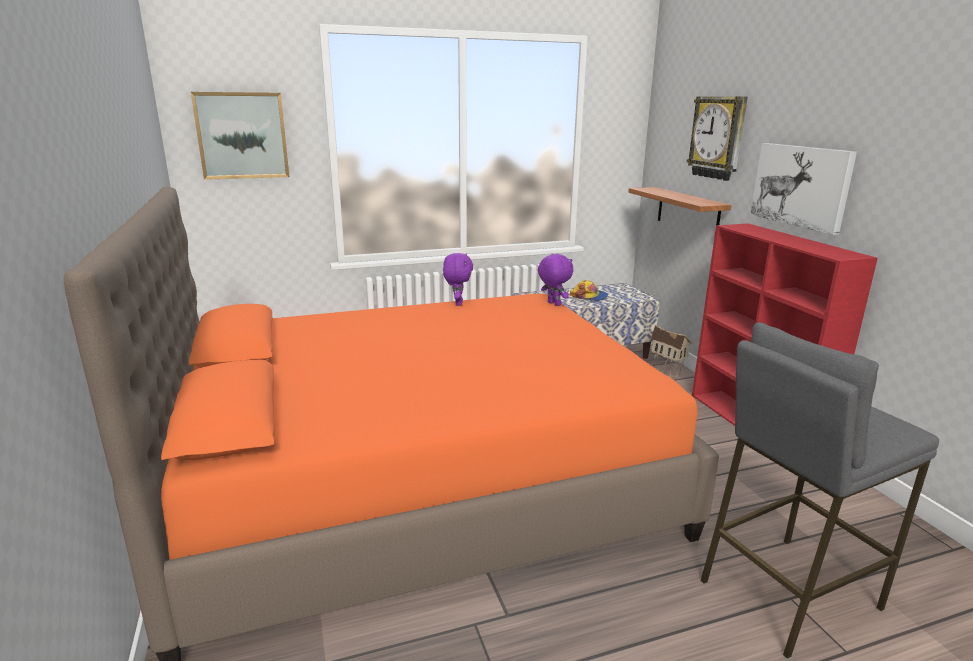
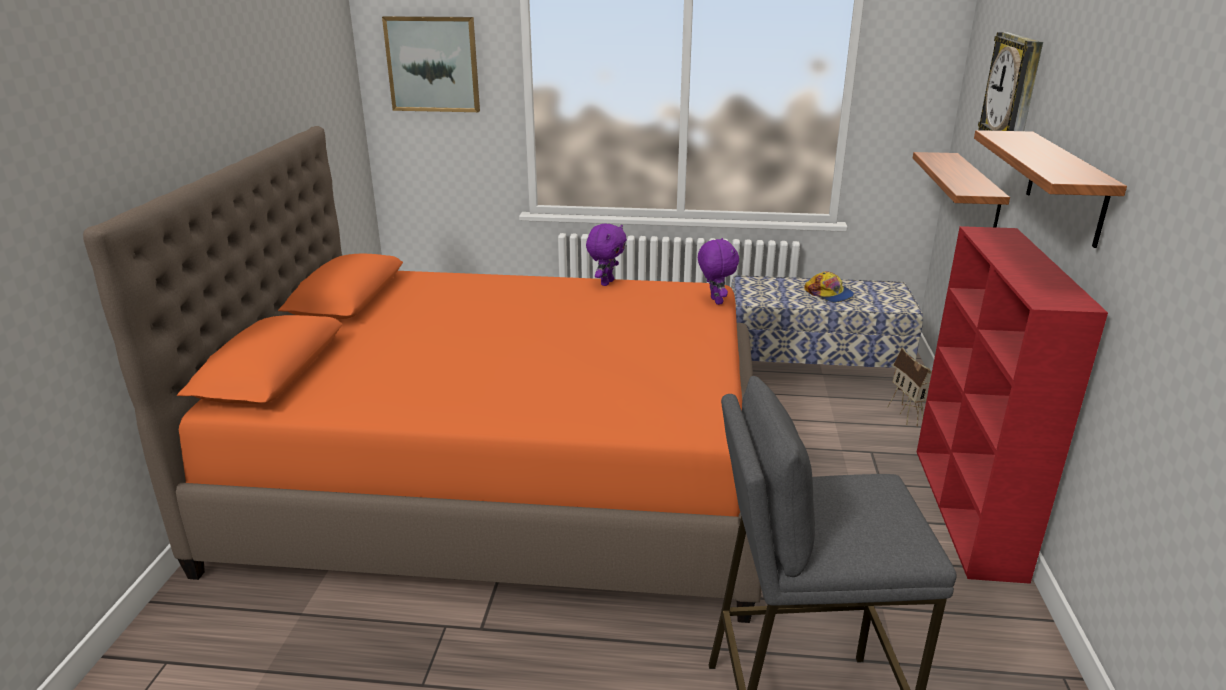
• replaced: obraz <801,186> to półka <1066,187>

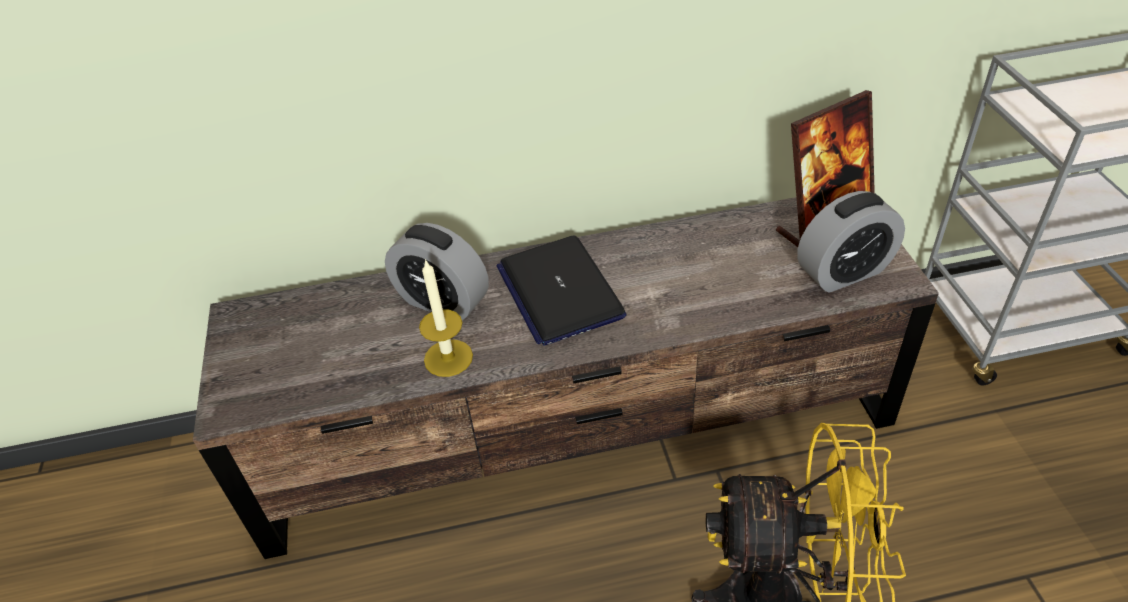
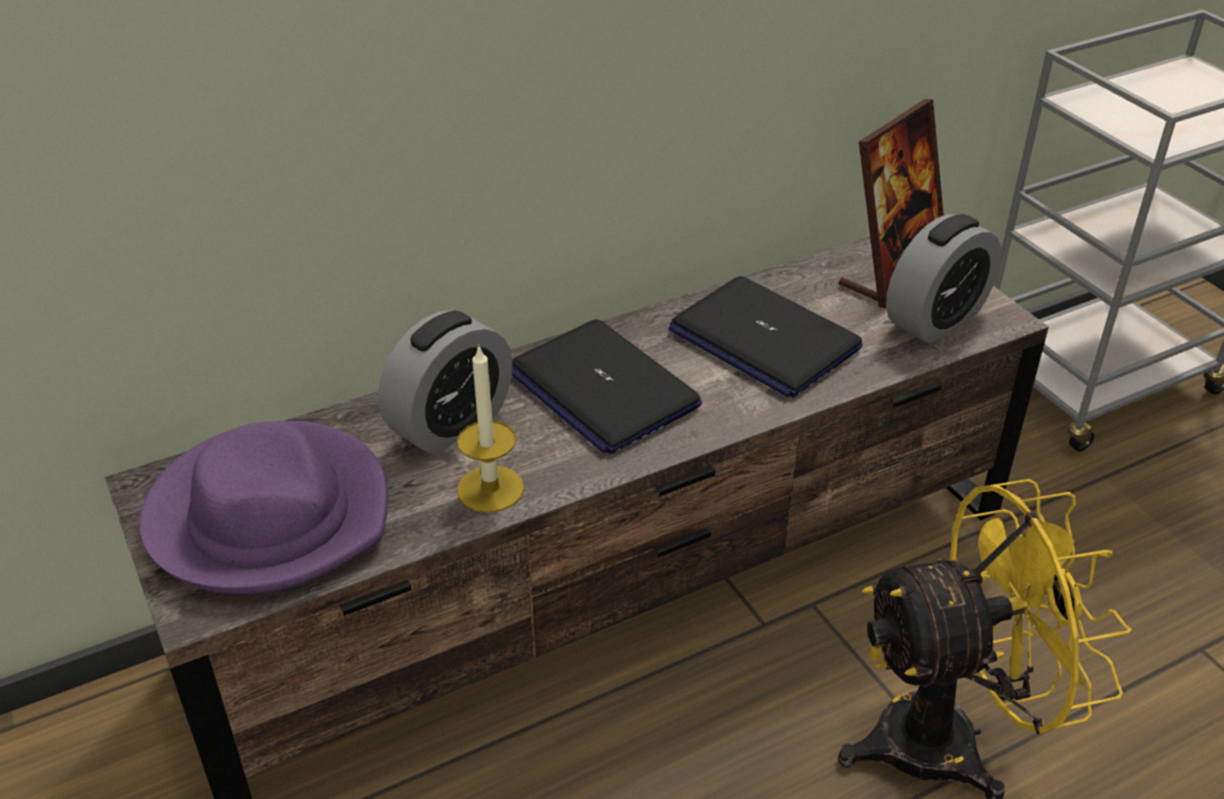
• added: kapelusz [fioletowy] <270,515>
• added: laptop <763,339>
• turned: budzik <443,301> = <451,423> 60 degrees counterclockwise

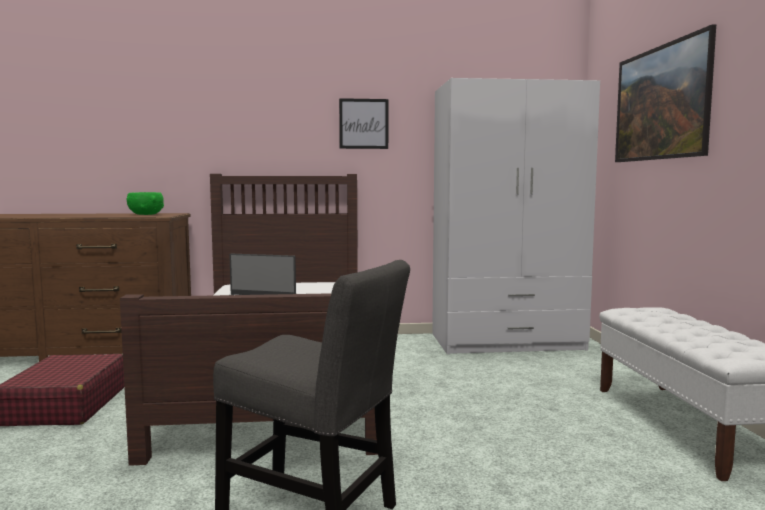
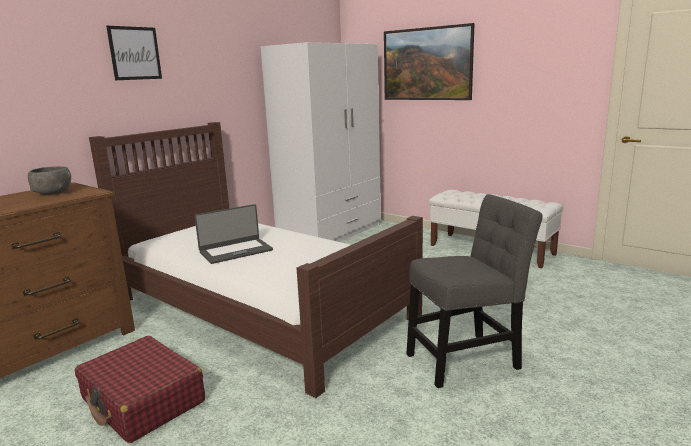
• moved: obraz <363,124> to <135,53>
• recoloured: miska [zielony] <146,214> to miska [szary] <53,193>

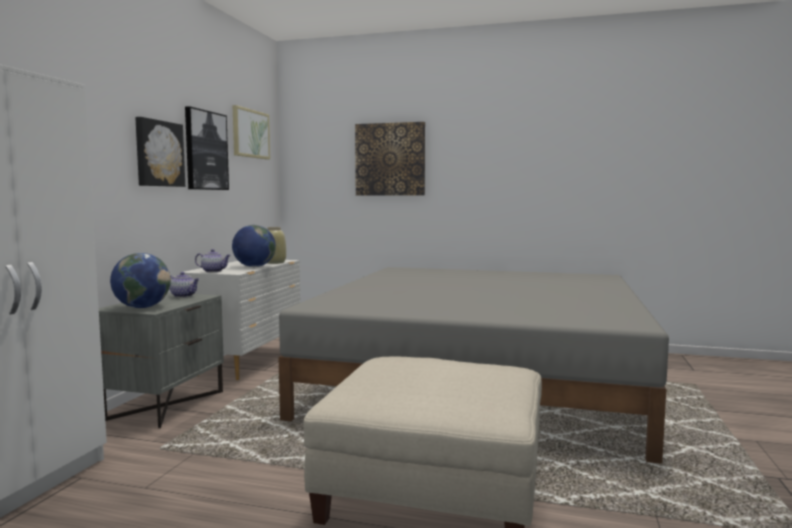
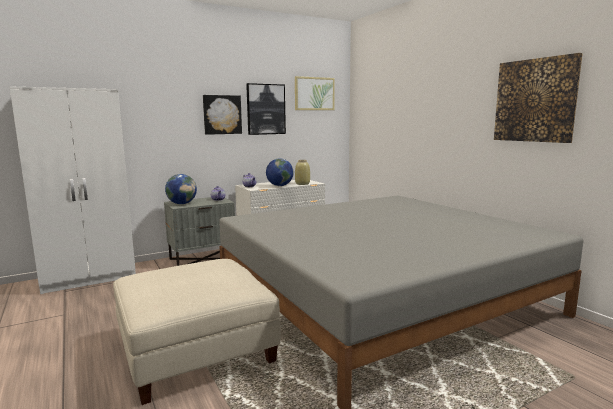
• moved: obraz <390,159> to <535,100>

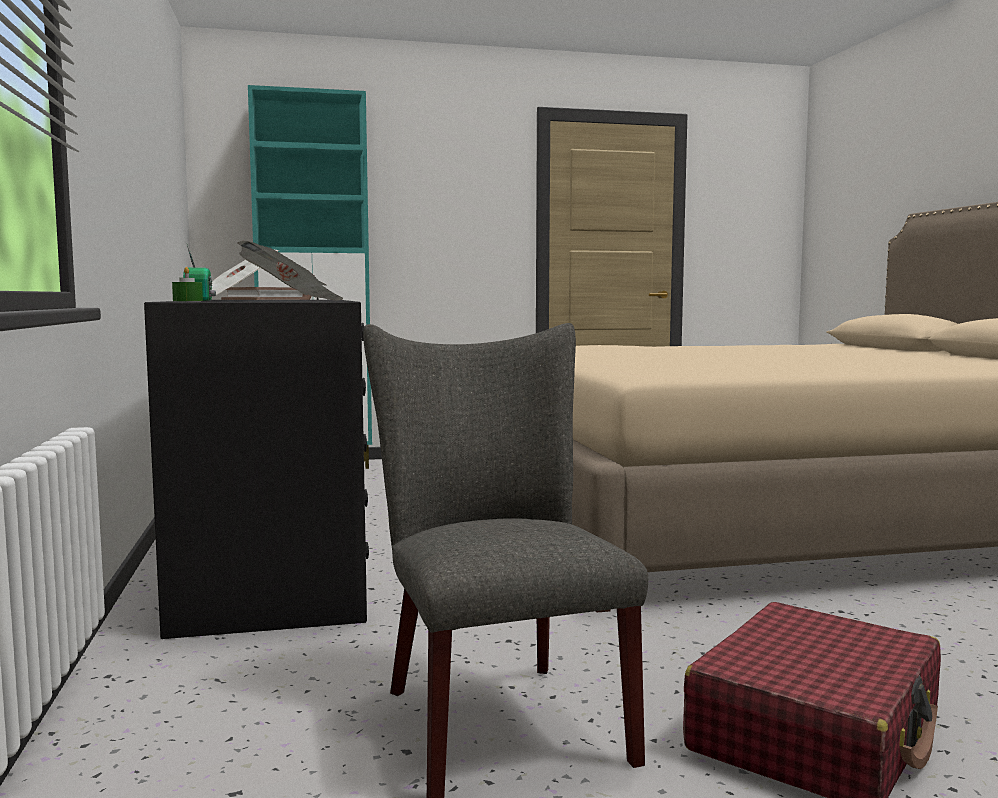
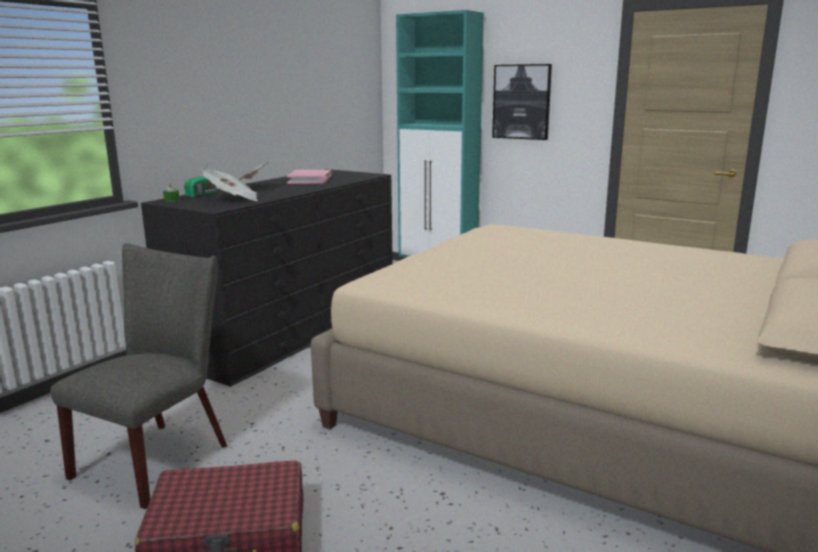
• added: obraz <522,102>
• recoloured: książka [brązowy] <267,299> to książka [różowy] <310,180>

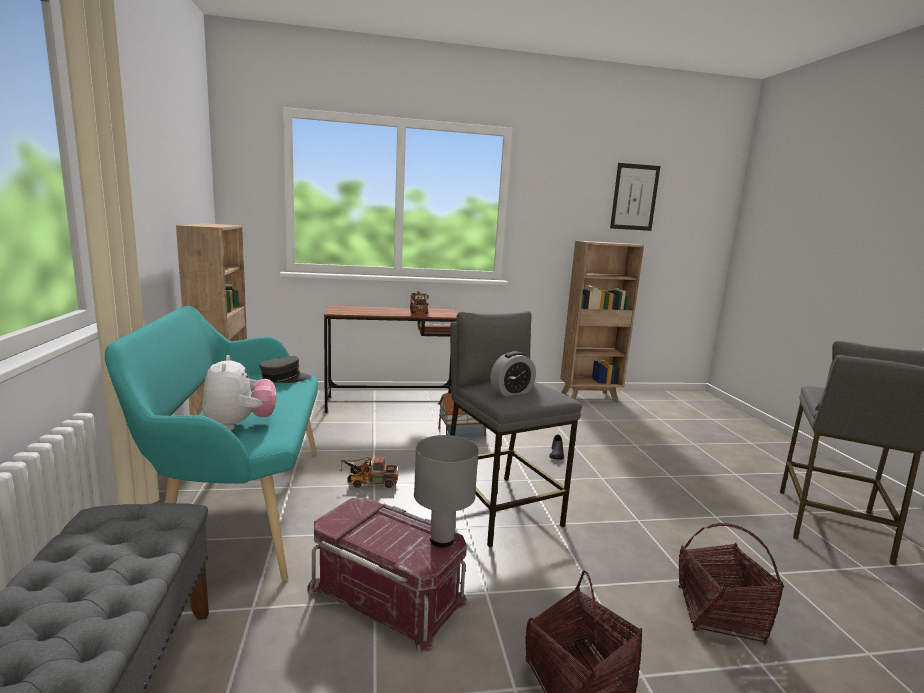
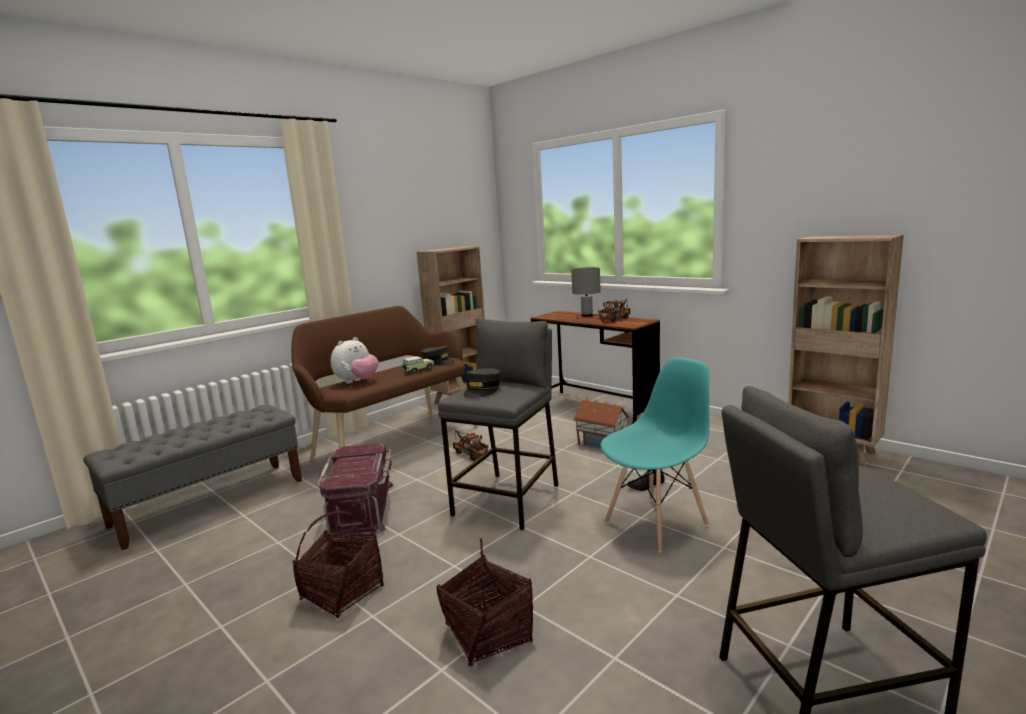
• removed: obraz <634,197>
• added: samochodzik <417,370>
• added: krzesło [turkusowy] <656,523>
• moved: lampa stołowa [szary] <441,539> to <587,315>
• replaced: budzik <511,392> to czapka z daszkiem [szary] <482,390>
• recoloured: ławka [turkusowy] <240,506> to ławka [brązowy] <391,442>

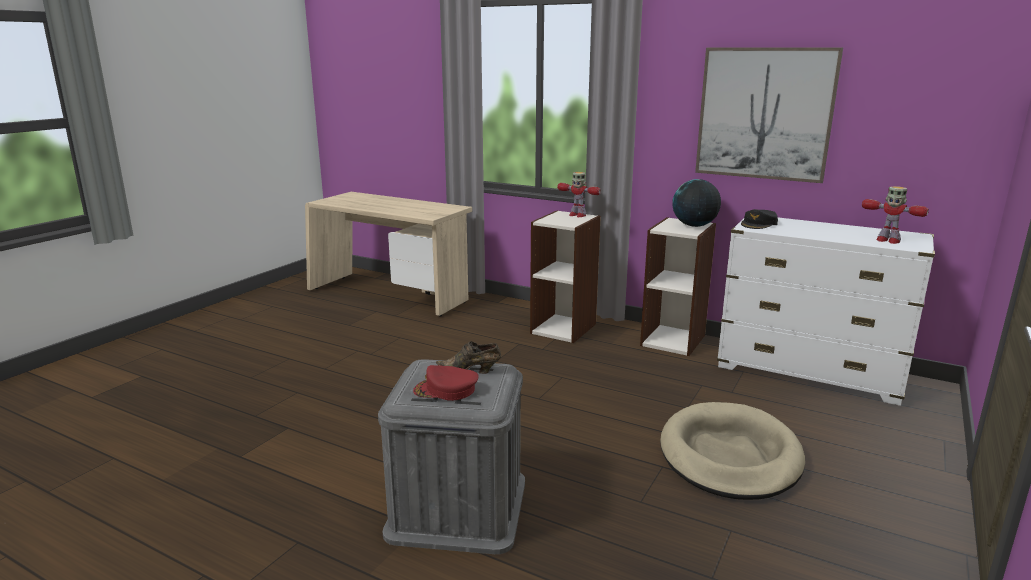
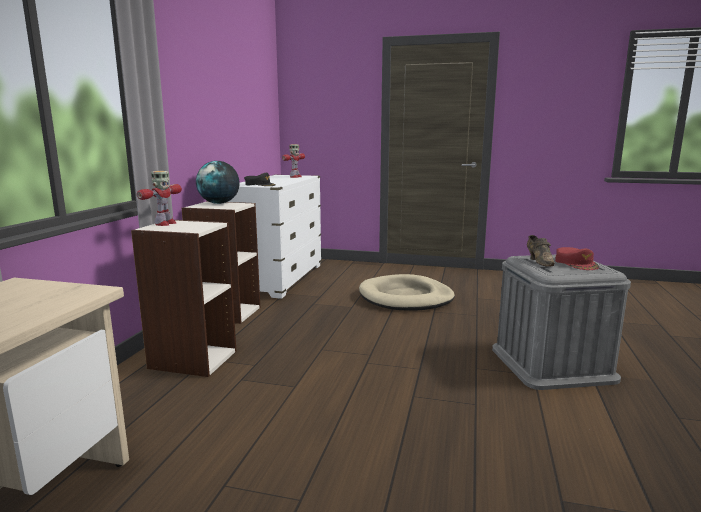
• removed: obraz <764,114>

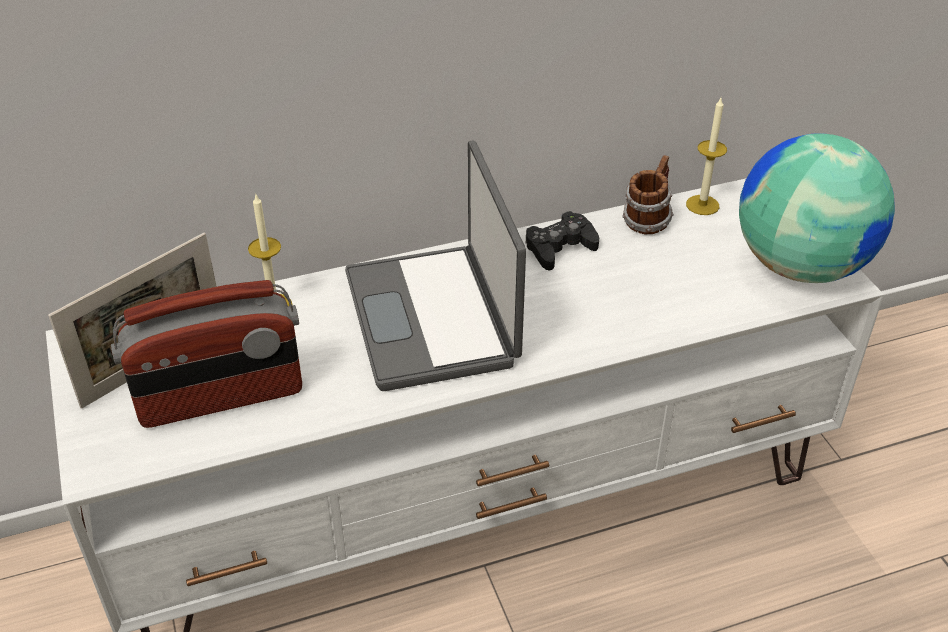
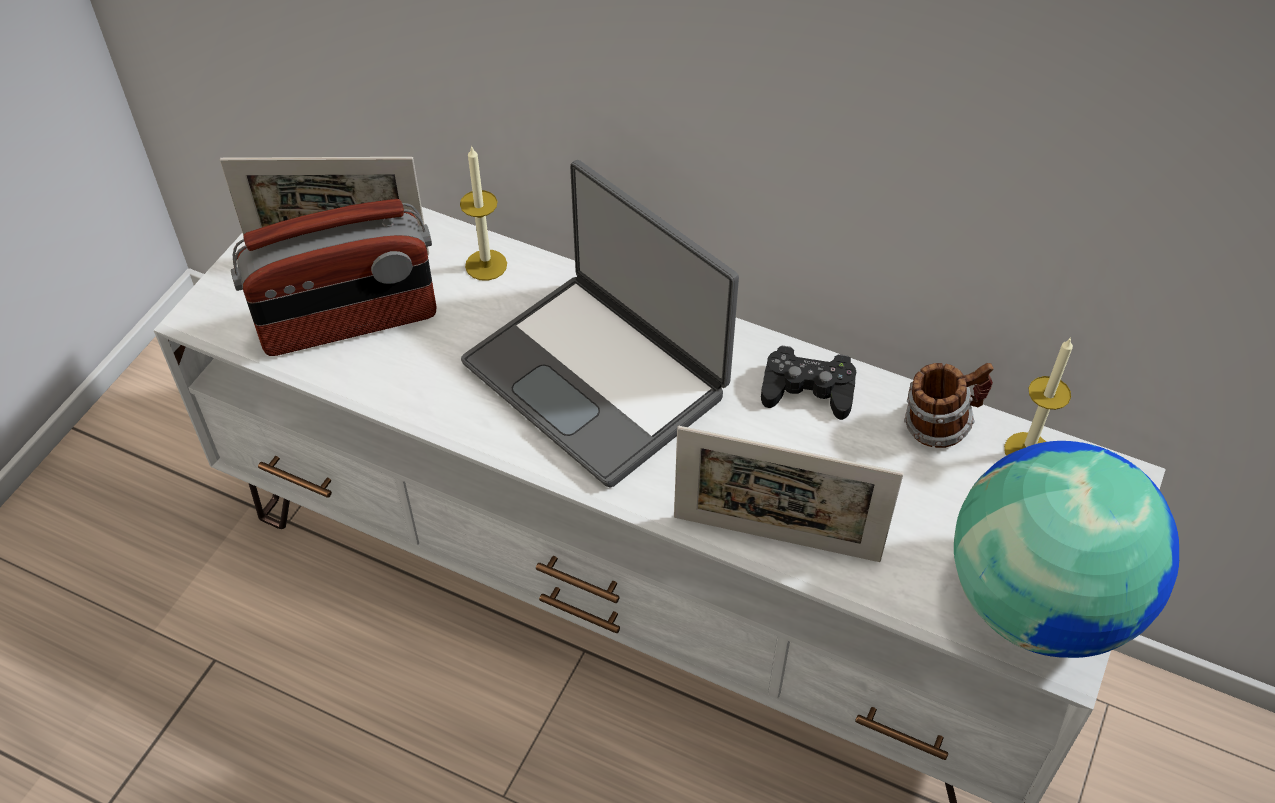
• added: ramka na zdjęcie <776,538>
• turned: radio <220,398> = <349,323> 45 degrees counterclockwise
• turned: laptop <434,318> = <598,377> 75 degrees counterclockwise

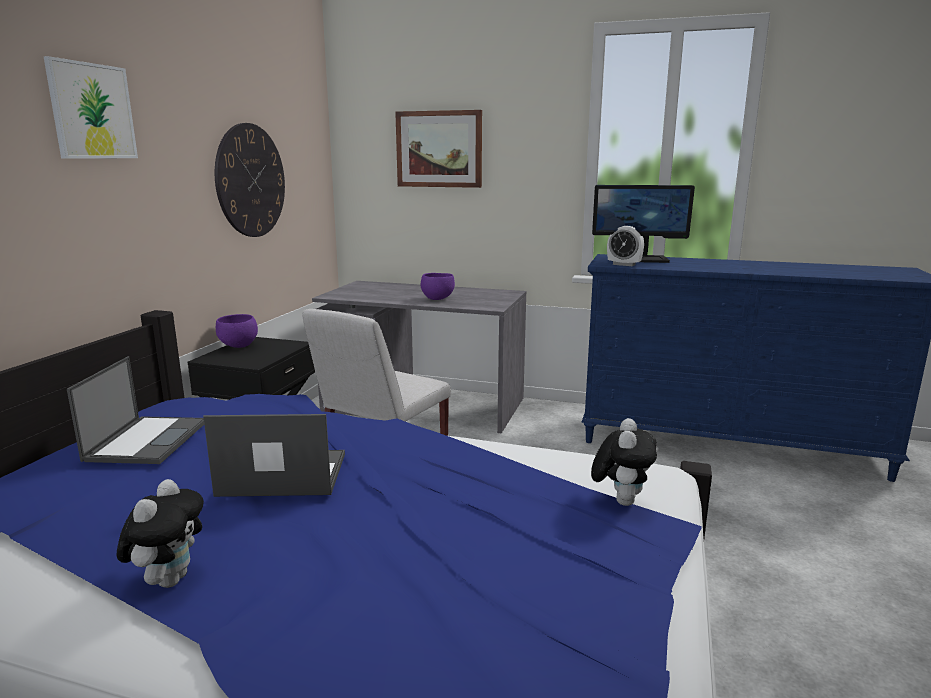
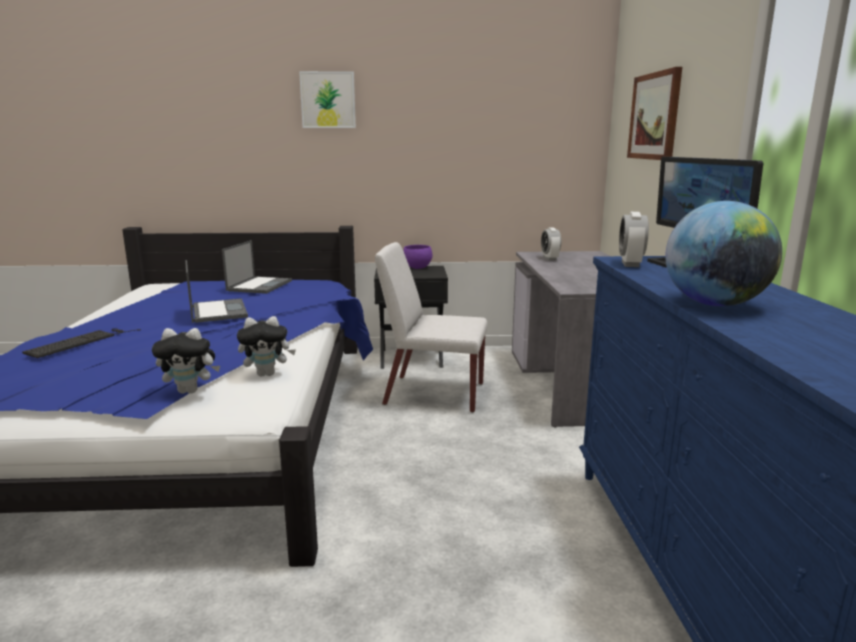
• removed: zegar ścienny <250,181>
• removed: miska [fioletowy] <437,298>
• added: klawiatura <81,342>
• added: budzik <550,258>
• added: globus <714,304>
• moved: pluszak <169,579> to <267,374>
• turned: laptop <148,440> = <260,285> 60 degrees counterclockwise

